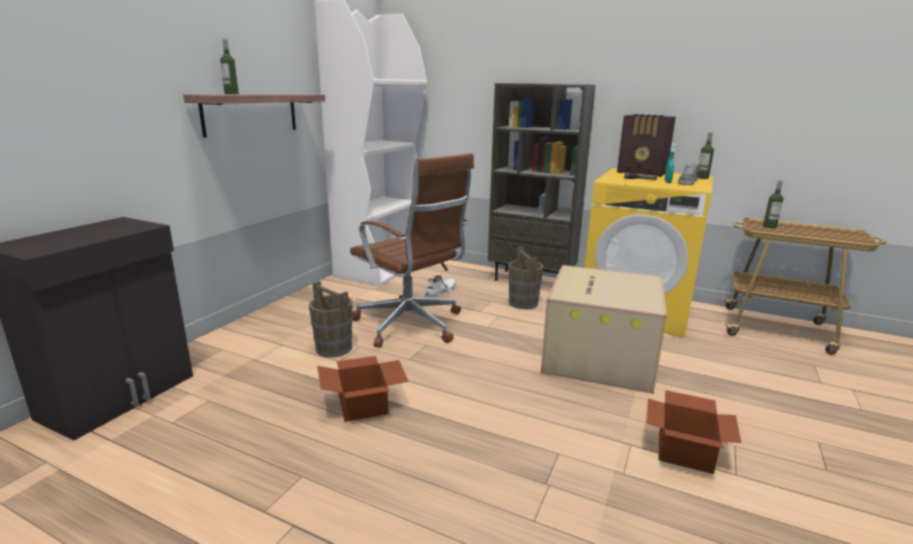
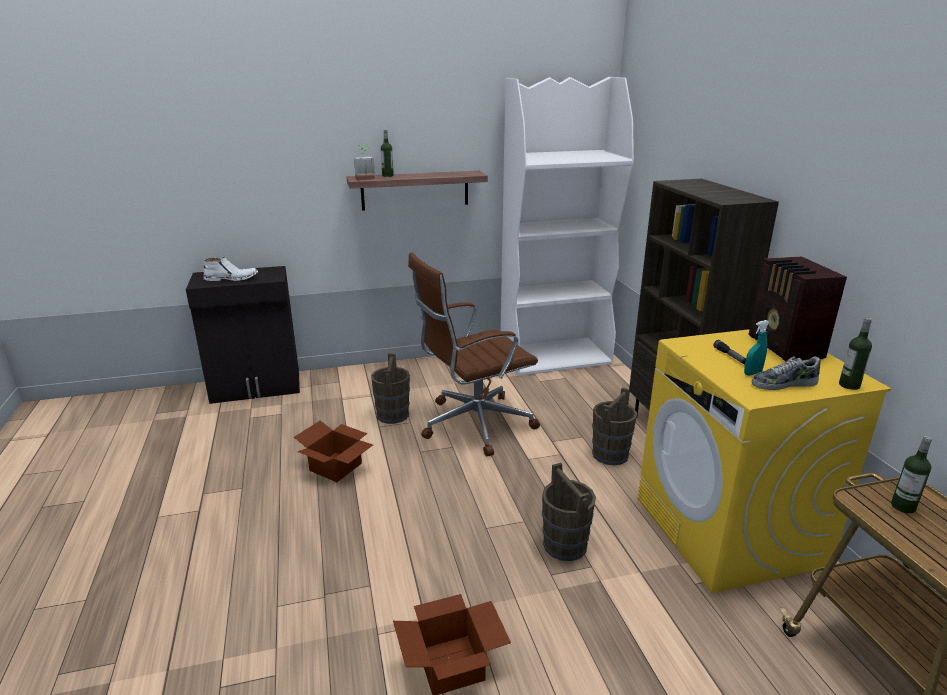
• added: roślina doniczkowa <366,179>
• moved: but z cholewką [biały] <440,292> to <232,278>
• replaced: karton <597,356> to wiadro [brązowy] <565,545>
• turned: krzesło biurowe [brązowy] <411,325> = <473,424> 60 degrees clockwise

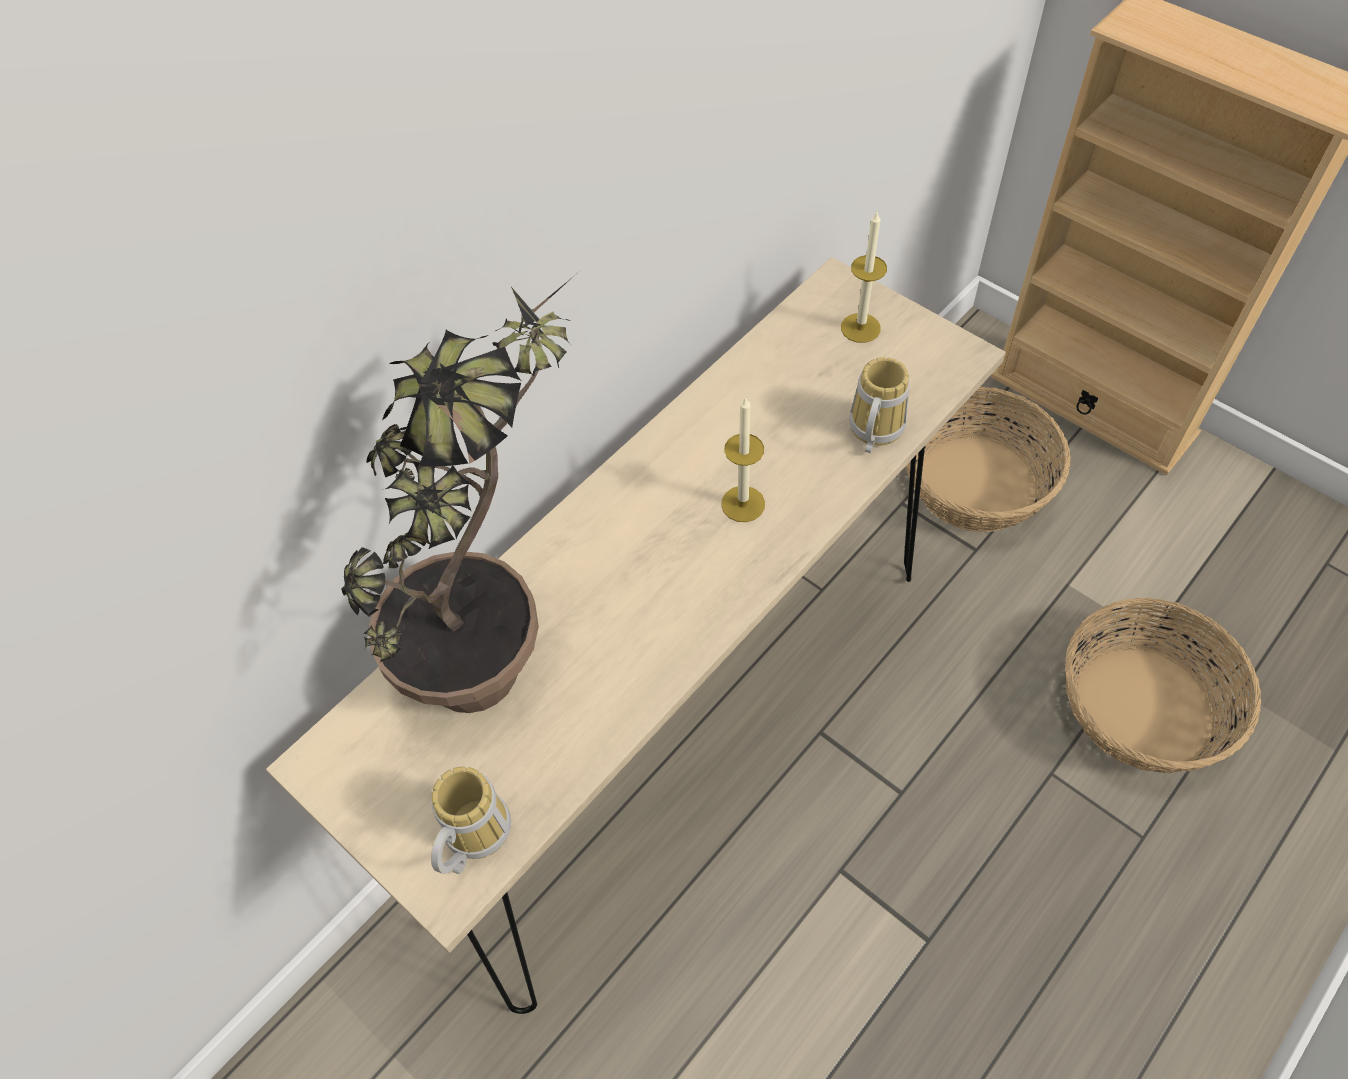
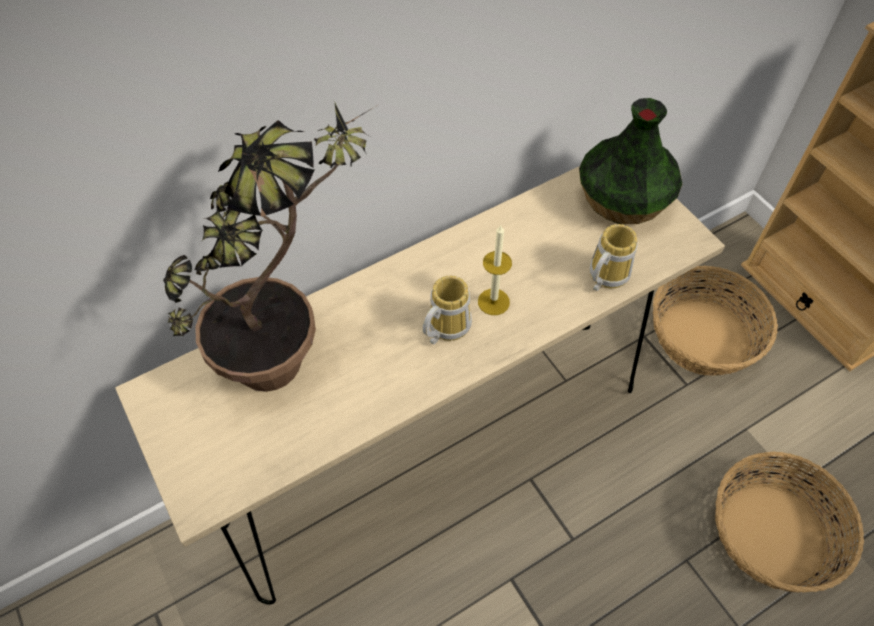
• moved: kubek <470,837> to <444,327>
• replaced: świeca <860,328> to wazon <624,201>

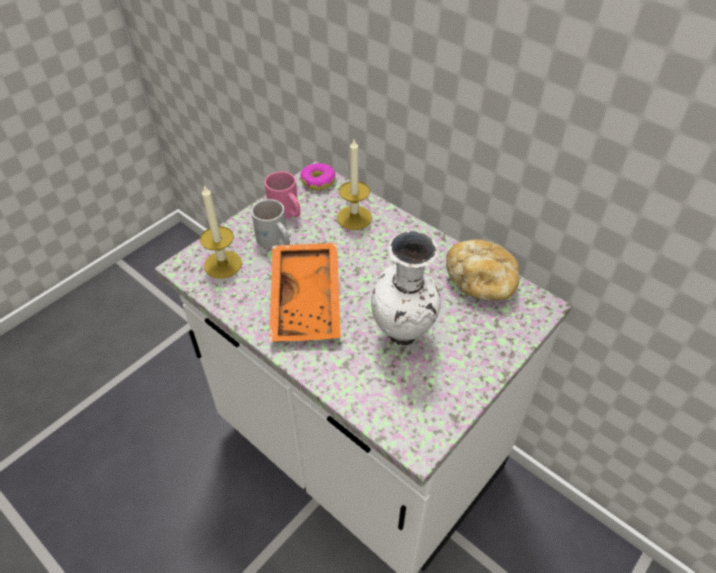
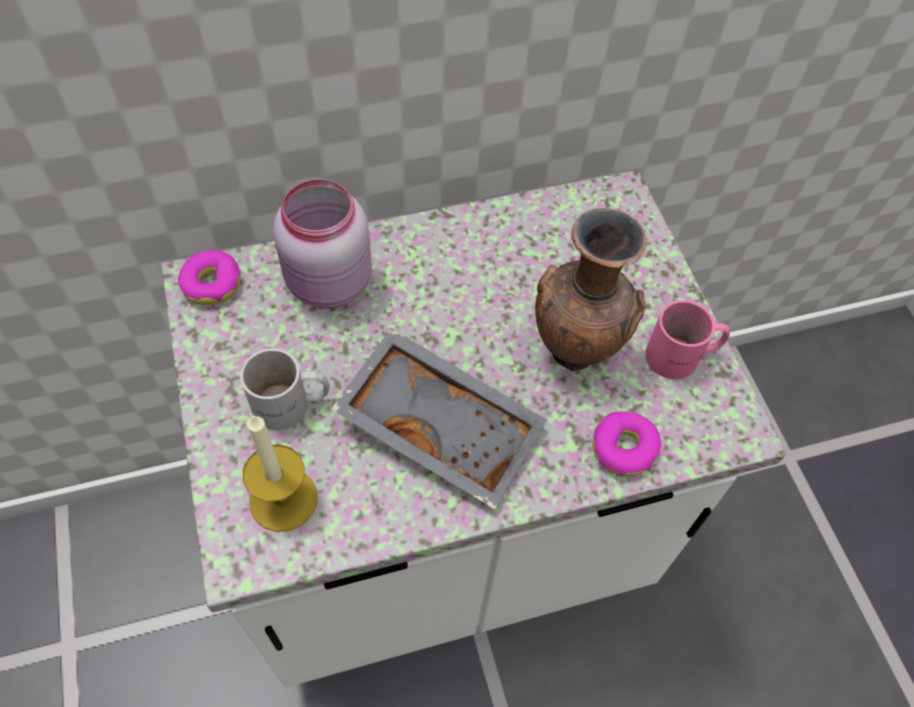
• removed: chleb <481,282>
• added: donut <623,448>
• moved: kubek [różowy] <286,212> to <682,357>
• replaced: świeca <354,217> to słoik [różowy] <327,284>
• recoloured: taca [pomarańczowy] <308,301> to taca [szary] <442,424>
• recoloured: wazon [biały] <404,335> to wazon [brązowy] <576,351>

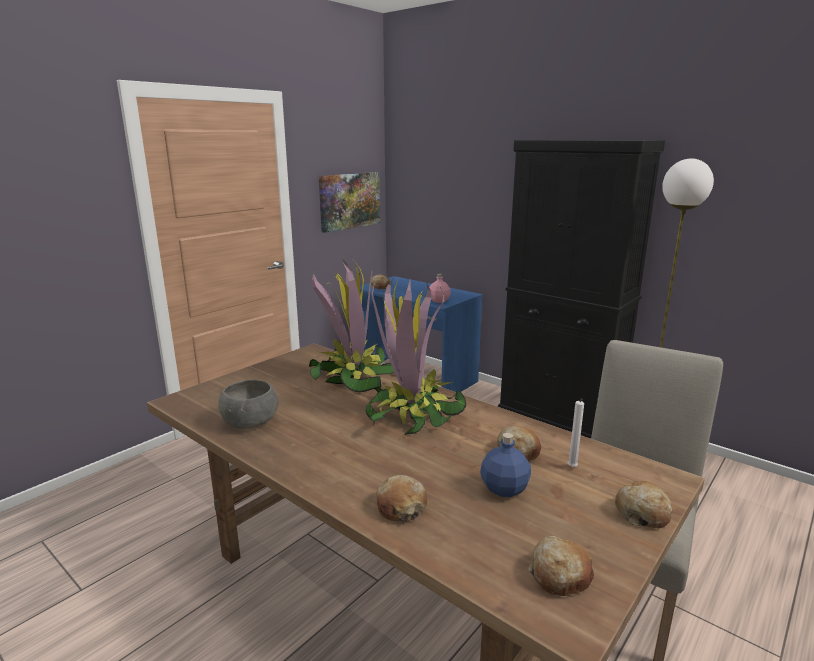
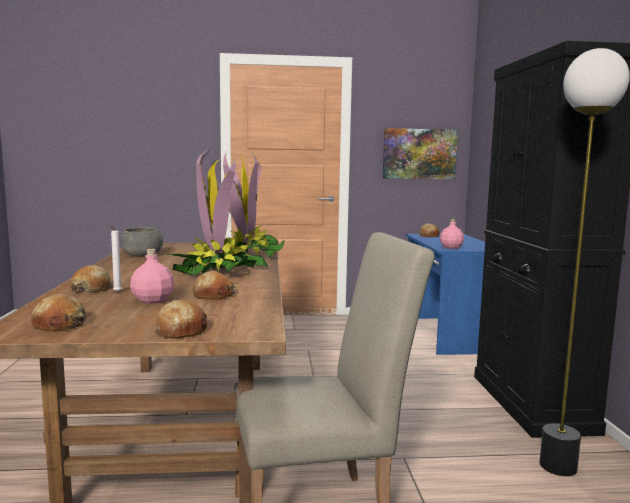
• moved: świeca [biały] <572,468> to <116,292>
• recoloured: butelka [niebieski] <504,488> to butelka [różowy] <153,300>

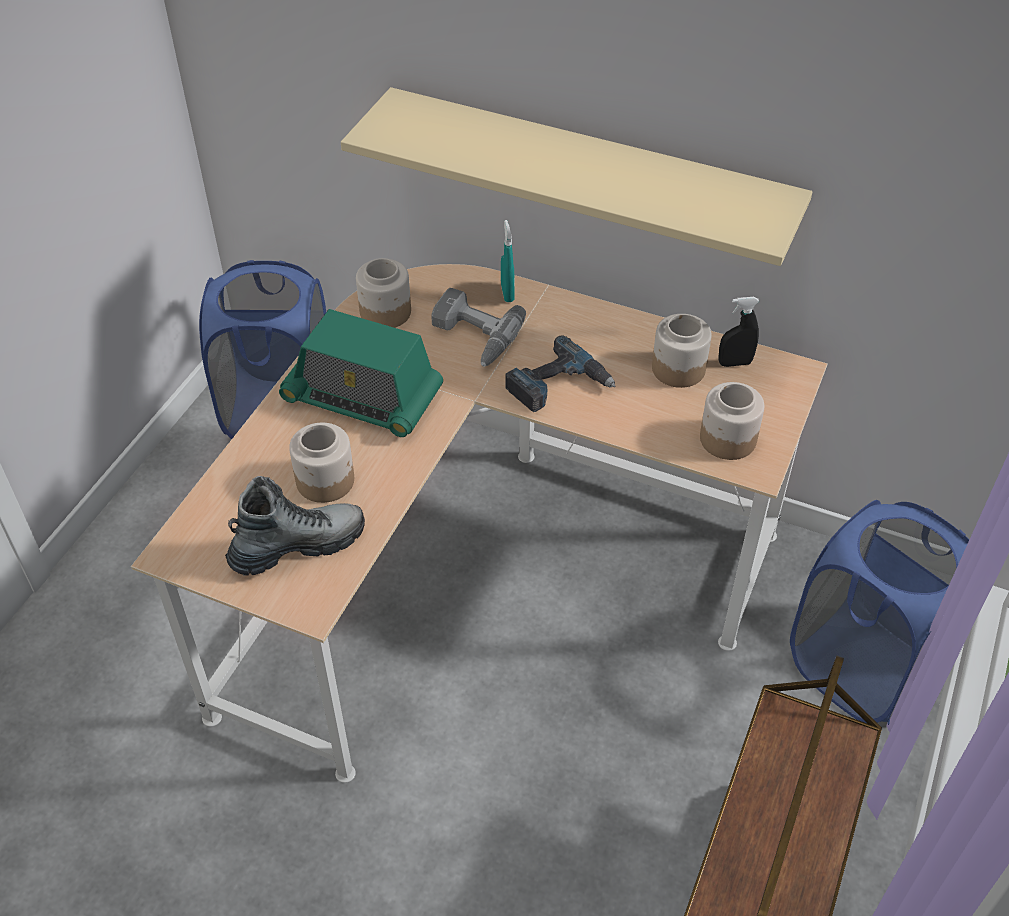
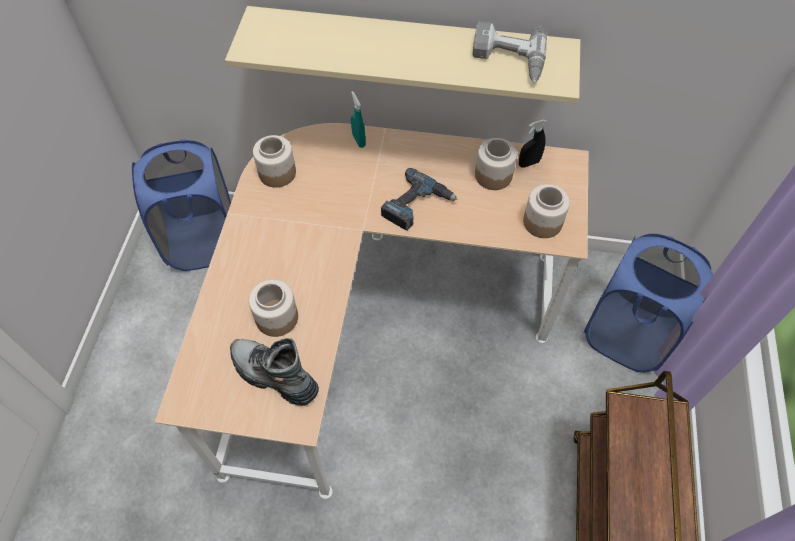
• removed: radio <363,397>
• moved: wiertarka <472,337> to <507,60>
• turned: but z cholewką <298,546> = <274,375> 105 degrees counterclockwise

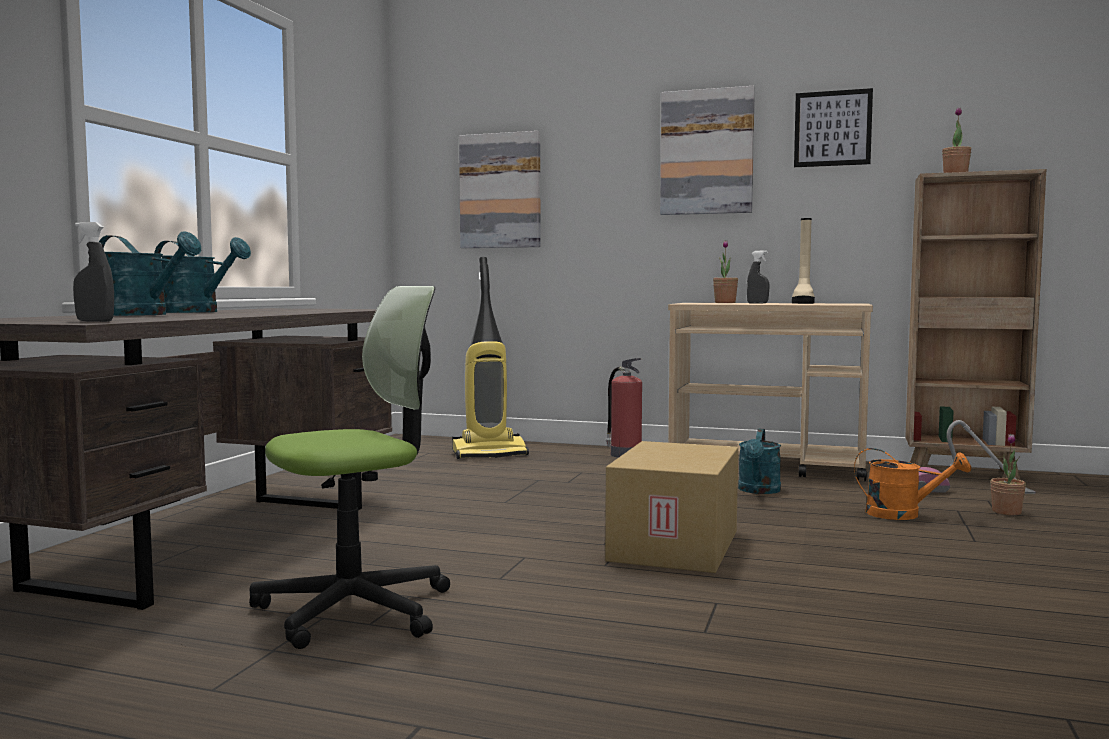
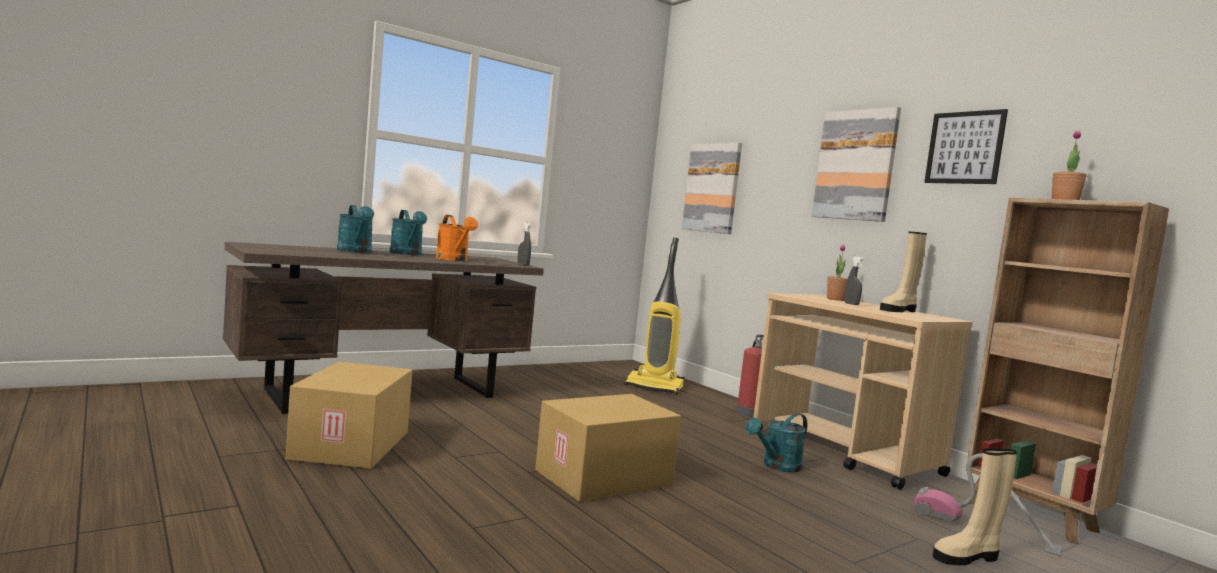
• moved: spryskiwacz [szary] <95,321> to <523,265>
• moved: konewka [pomarańczowy] <903,514> to <454,259>
• replaced: krzesło biurowe <355,609> to karton <352,445>
• replaced: roślina doniczkowa <1006,512> to but z cholewką [beżowy] <967,557>

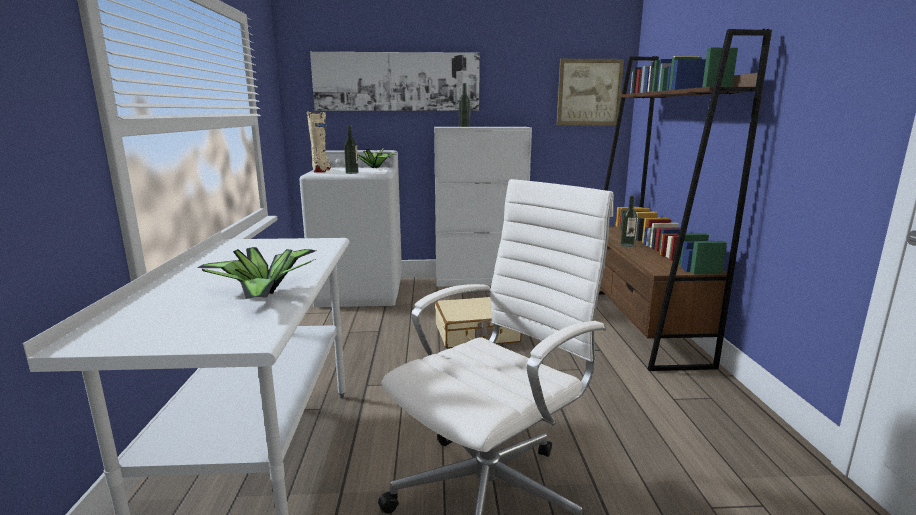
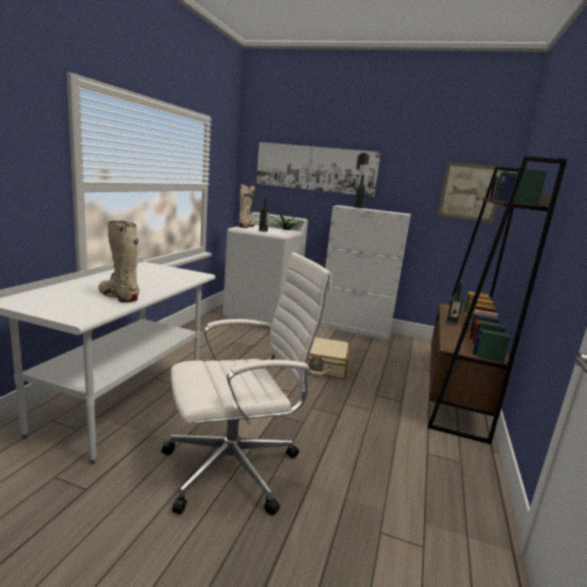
• replaced: roślina doniczkowa <263,293> to but z cholewką [beżowy] <118,296>

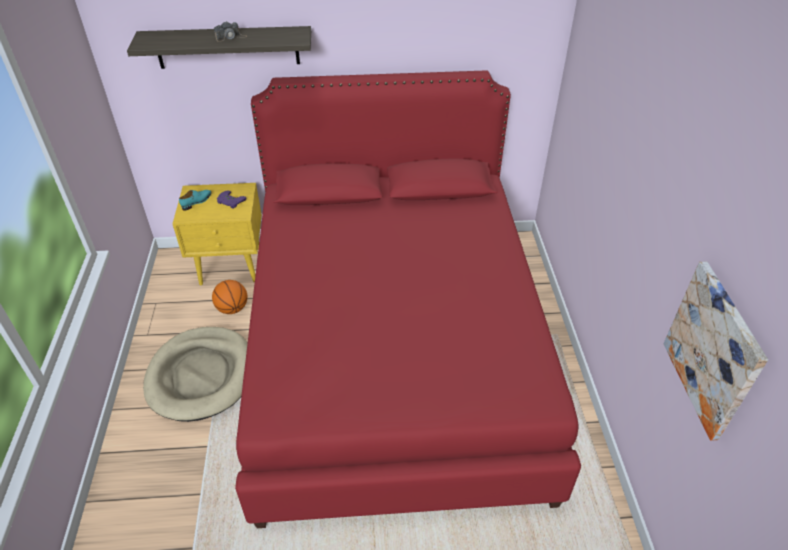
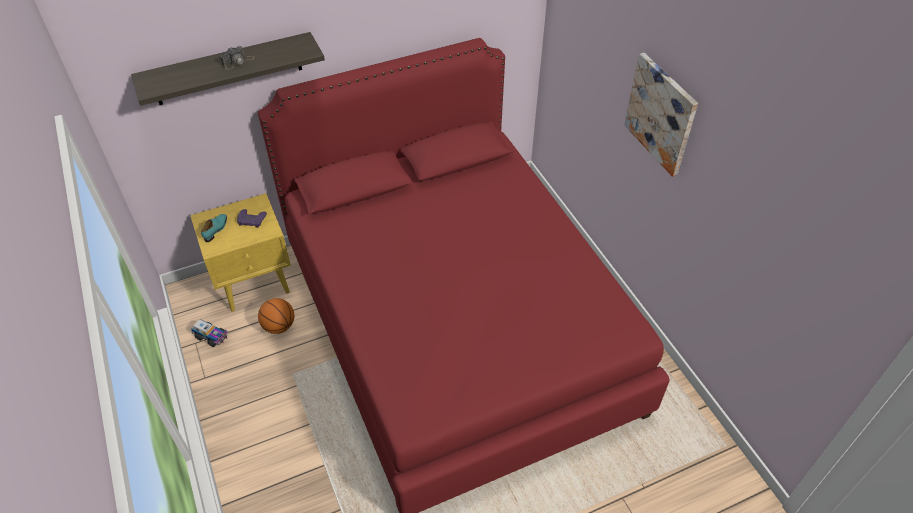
• removed: legowisko [beżowy] <201,376>
• added: ciężarówka zabawkowa <212,337>
• moved: obraz <713,350> to <661,114>

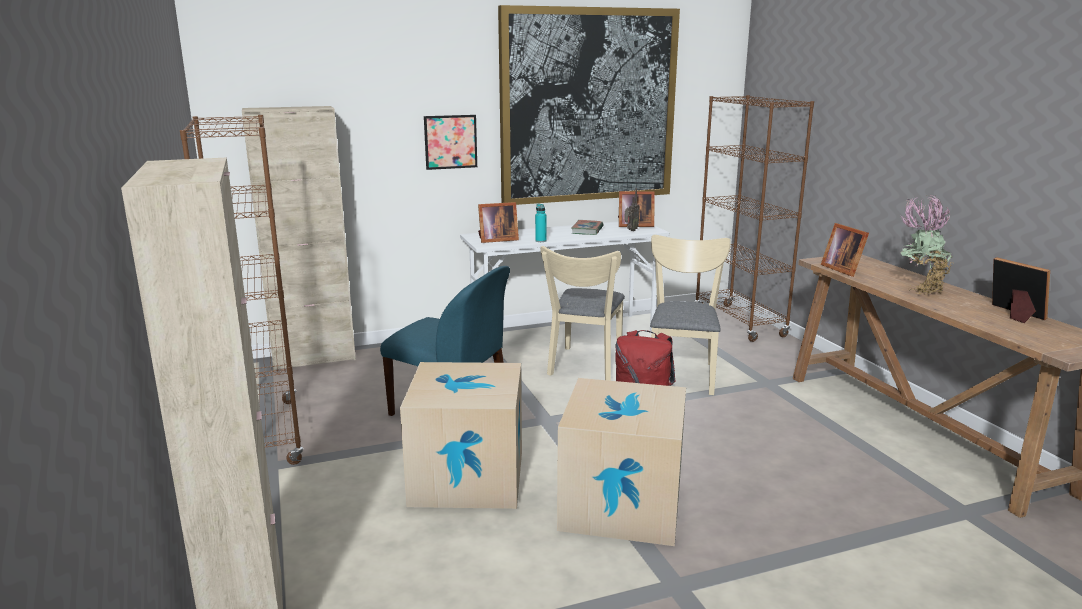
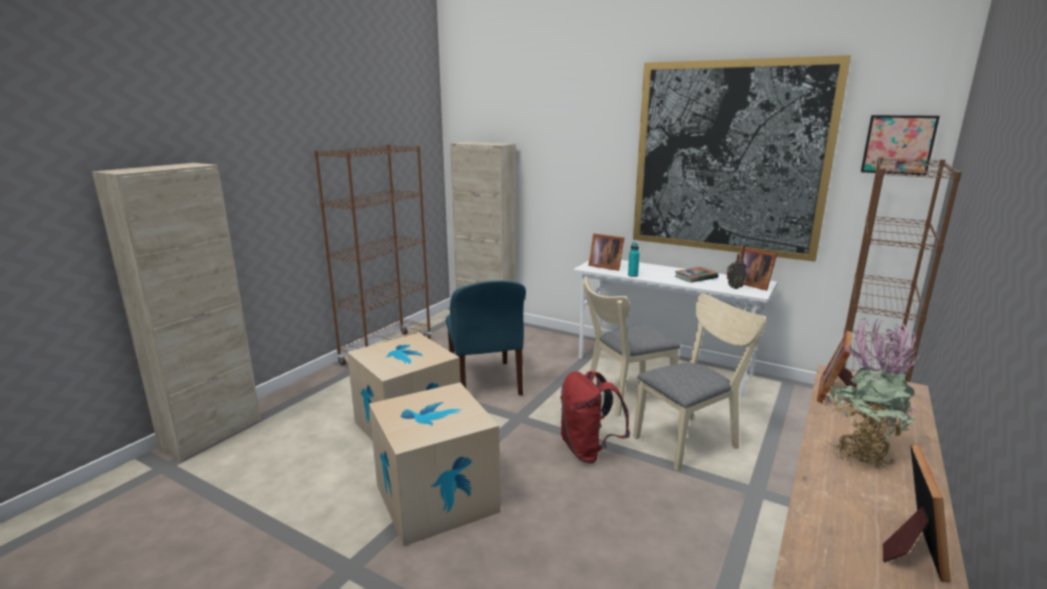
• moved: obraz <450,142> to <898,144>

